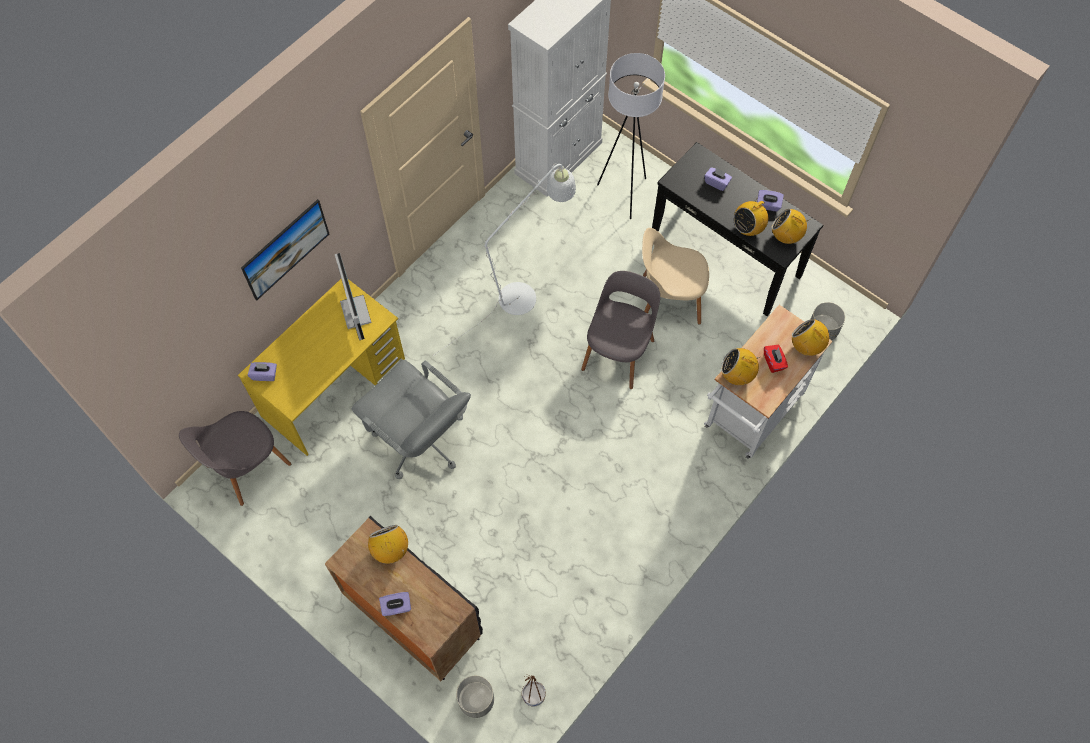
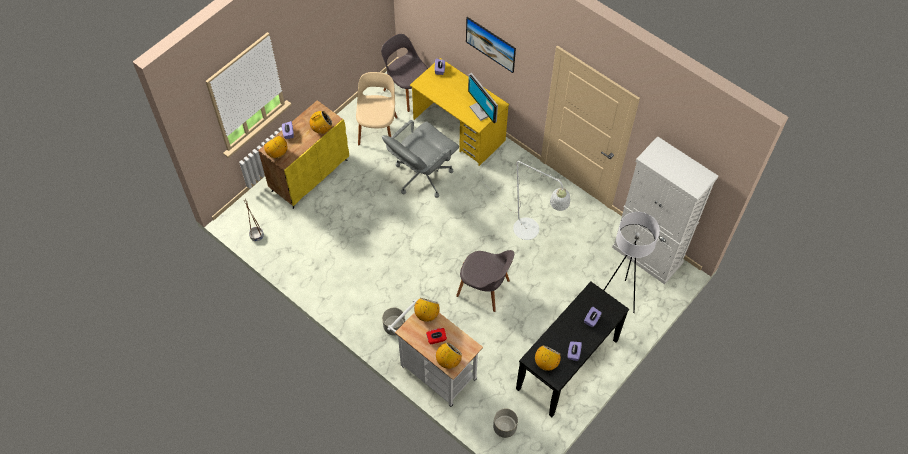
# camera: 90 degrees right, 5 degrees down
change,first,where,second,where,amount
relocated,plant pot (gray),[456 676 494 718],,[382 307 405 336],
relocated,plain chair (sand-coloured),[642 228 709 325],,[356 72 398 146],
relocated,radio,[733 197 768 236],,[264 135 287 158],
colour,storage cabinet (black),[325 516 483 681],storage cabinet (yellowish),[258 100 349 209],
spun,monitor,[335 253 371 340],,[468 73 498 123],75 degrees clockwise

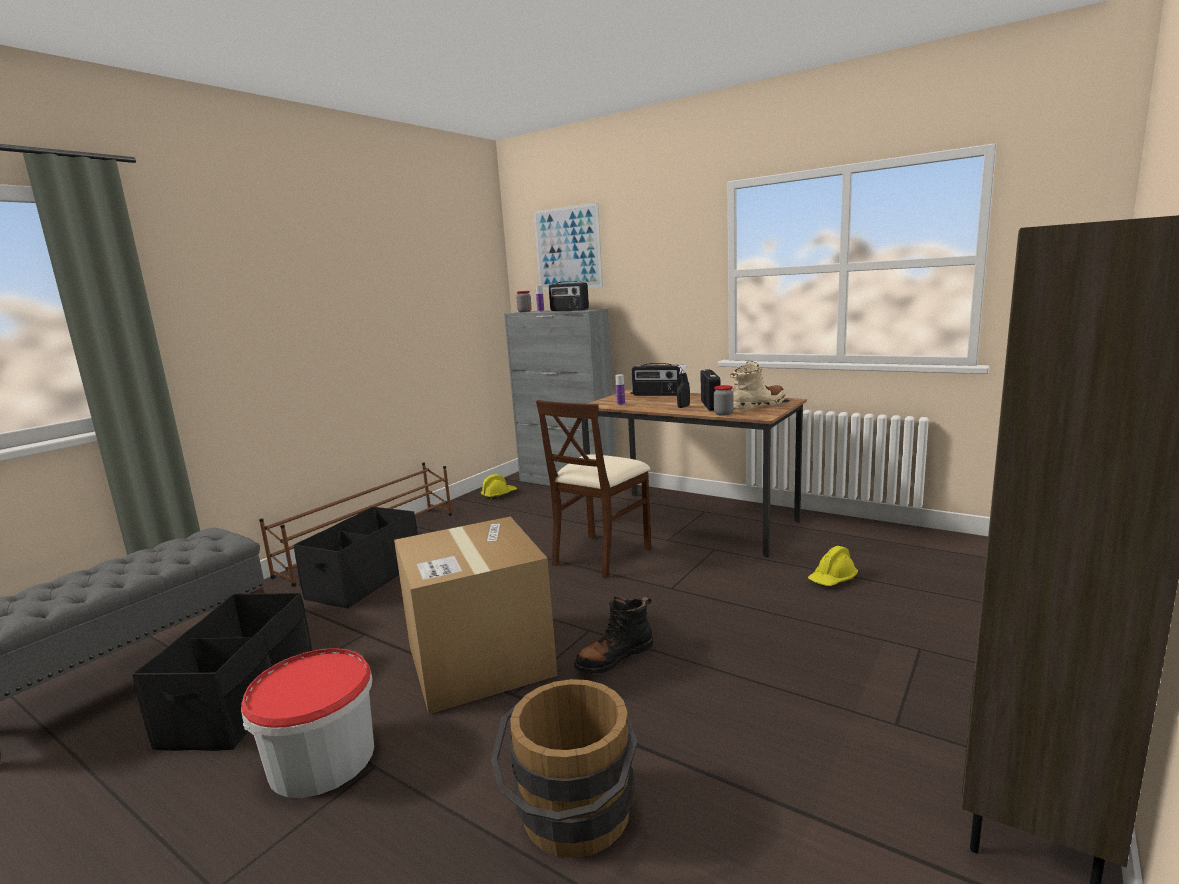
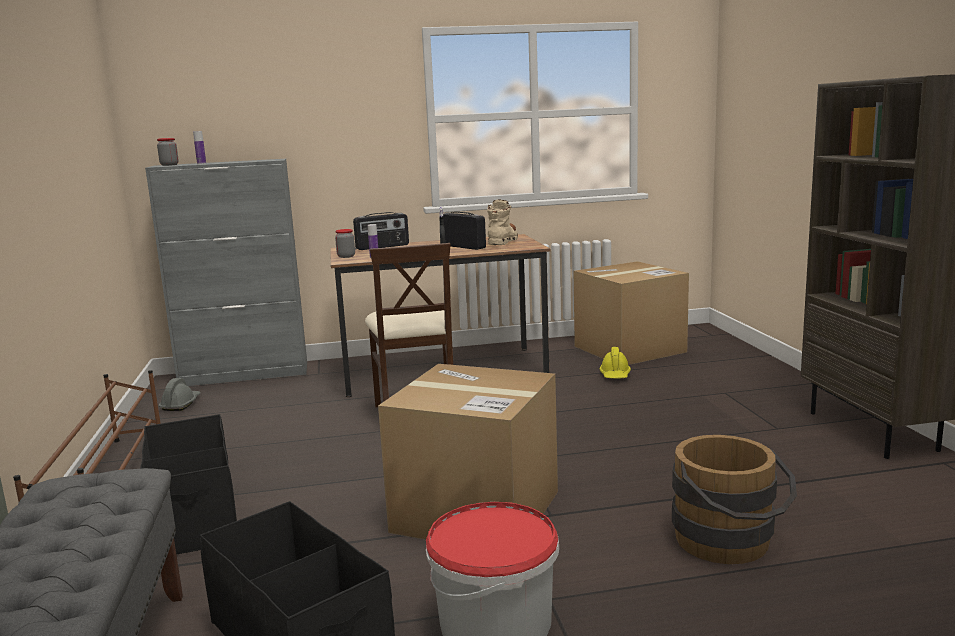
# camera: 45 degrees left, 0 degrees up
change,first,where,second,where,amount
missing,wall picture,[533 202 603 290],,,
missing,radio,[549 281 589 311],,,
missing,high-top boot (black),[574 596 653 674],,,
appeared,,,carton,[574 261 689 365],
relocated,preserve jar,[714 385 734 416],,[335 229 355 258],
colour,hard hat (yellowish),[481 474 517 500],hard hat (gray),[158 378 201 411],

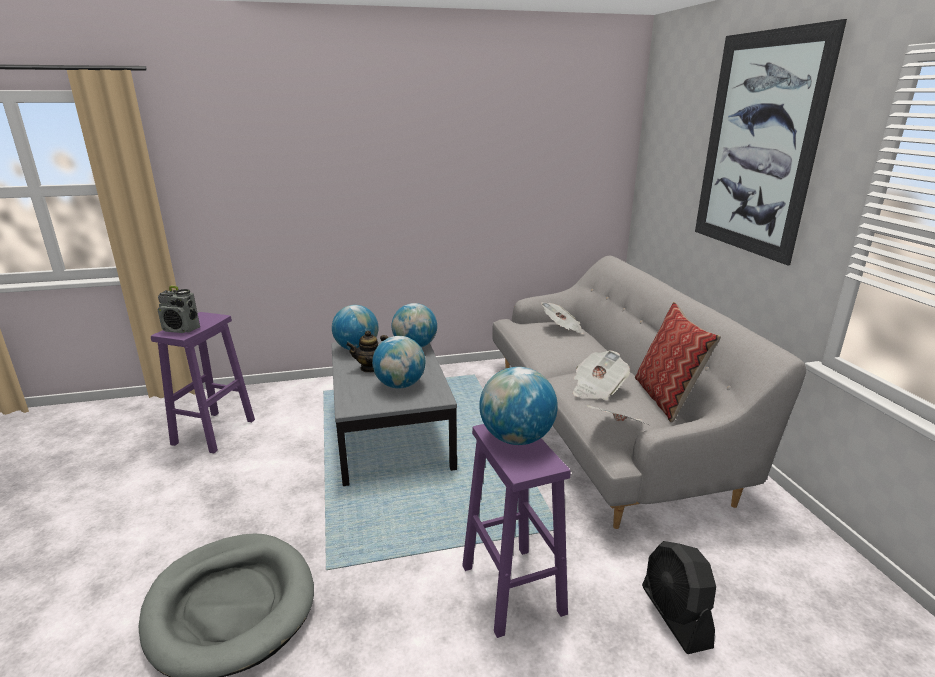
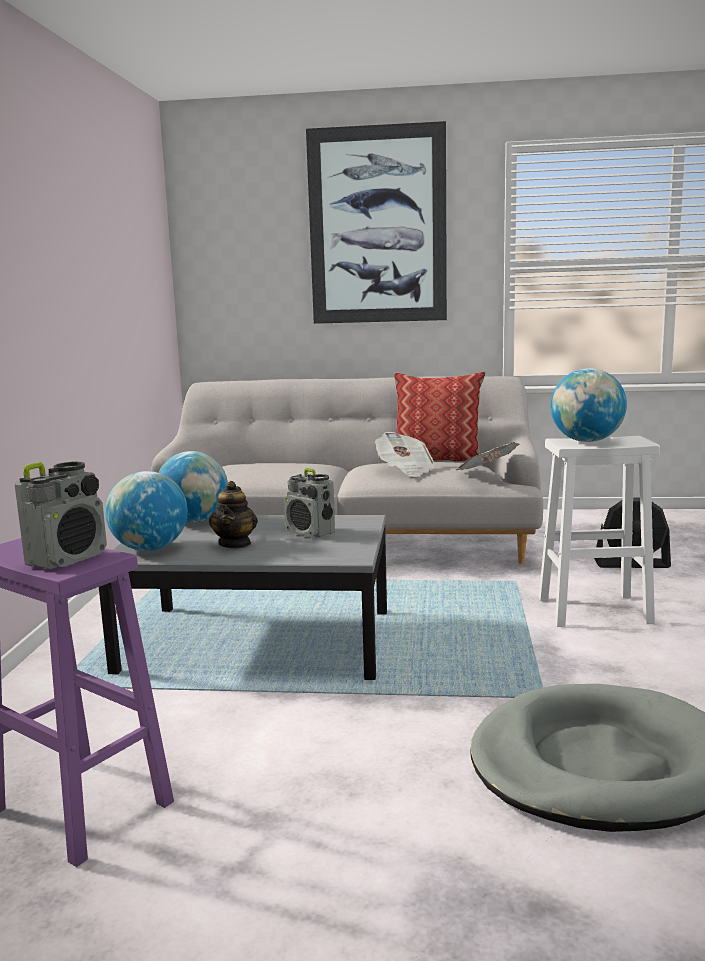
# camera: 70 degrees left, 10 degrees down
change,first,where,second,where,amount
missing,printed paper,[541 302 584 334],,,
exchanged,globe,[372 336 425 388],radio,[284 468 335 537],
colour,sitting stool (purplish),[462 424 570 638],sitting stool (whitish),[539 436 660 627],

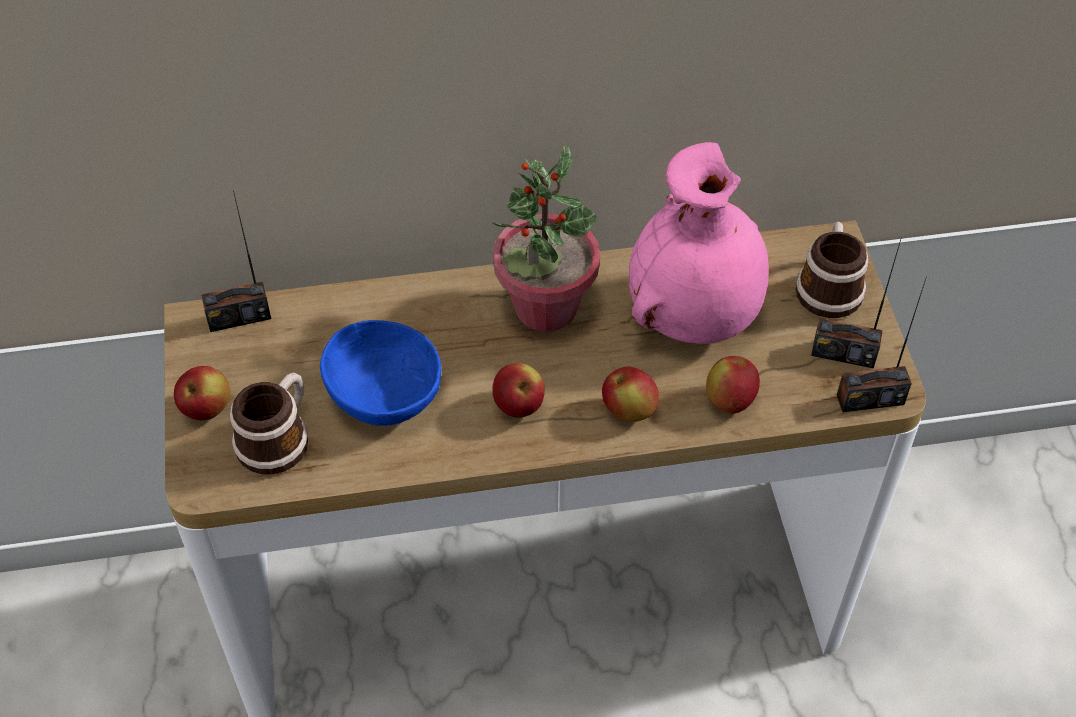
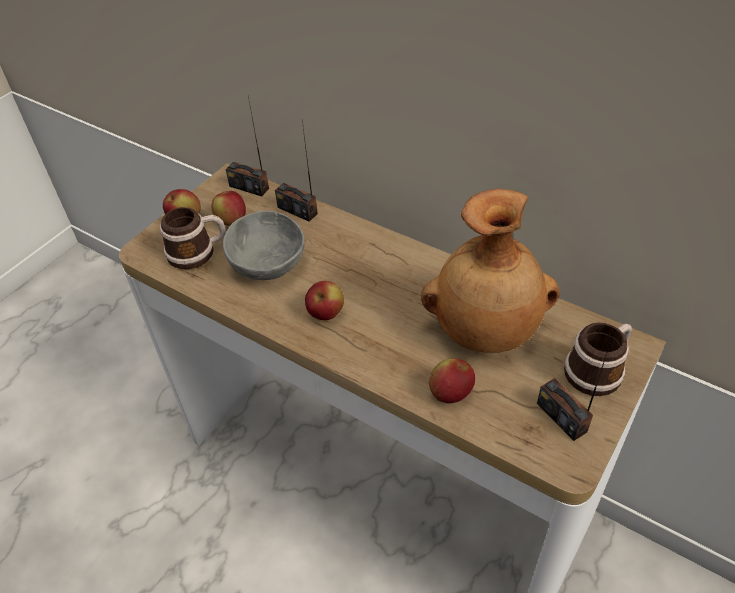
# camera: 45 degrees right, 5 degrees down
change,first,where,second,where,amount
missing,houseplant,[492 145 600 332],,,
relocated,apple,[602 367 659 422],,[212 191 246 226],
relocated,radio,[837 276 927 412],,[275 121 318 222],
colour,serving bowl (blue),[320 320 441 426],serving bowl (gray),[223 211 305 280],
colour,vase (pink-coloured),[629 142 769 344],vase (brown),[421 189 560 353],

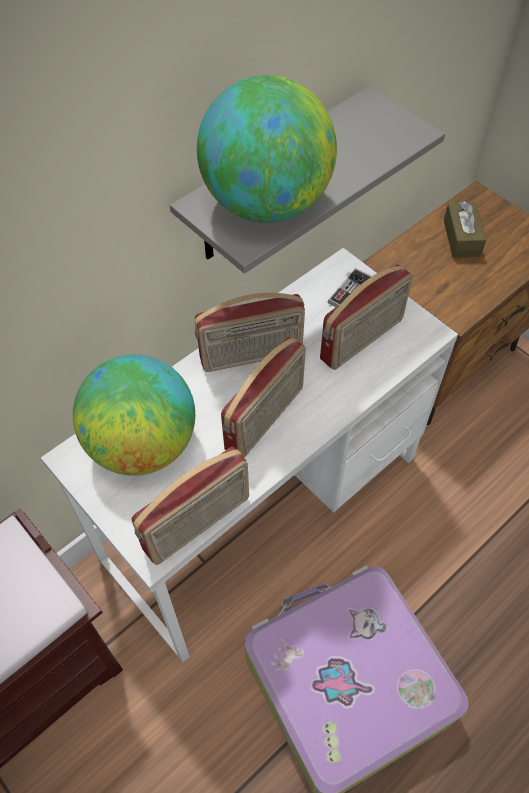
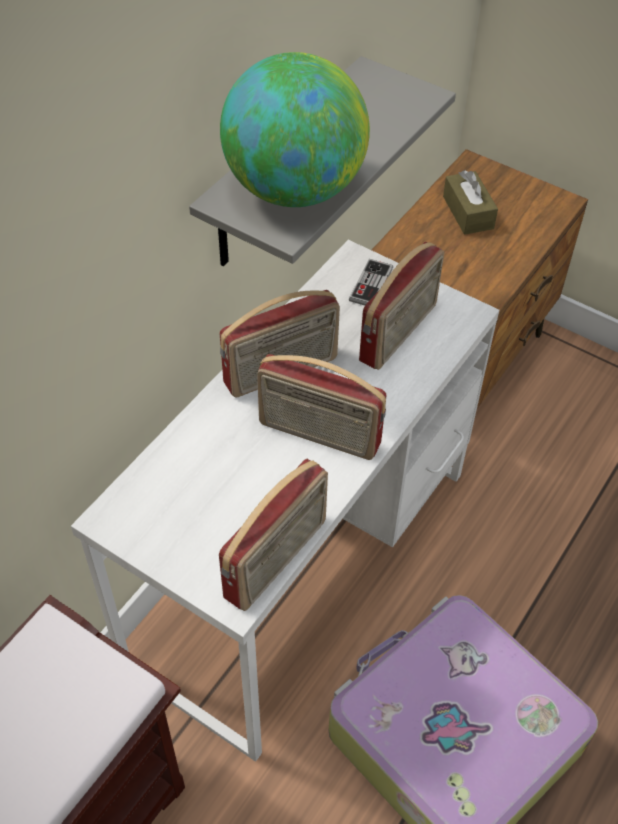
# camera: 15 degrees left, 5 degrees down
change,first,where,second,where,amount
missing,globe,[73 355 195 475],,,
spun,radio,[221 336 306 458],,[257 354 387 460],90 degrees clockwise

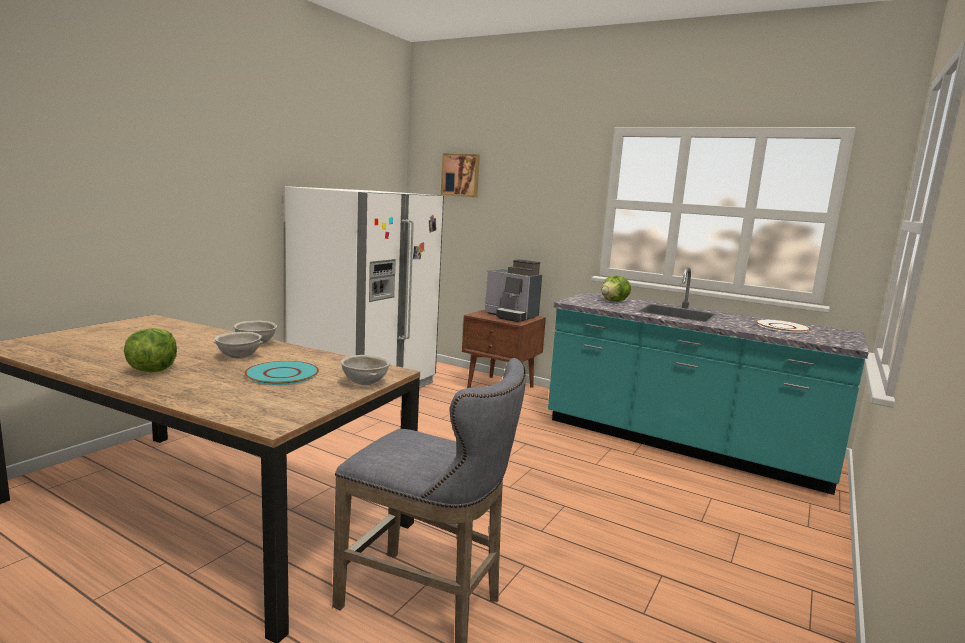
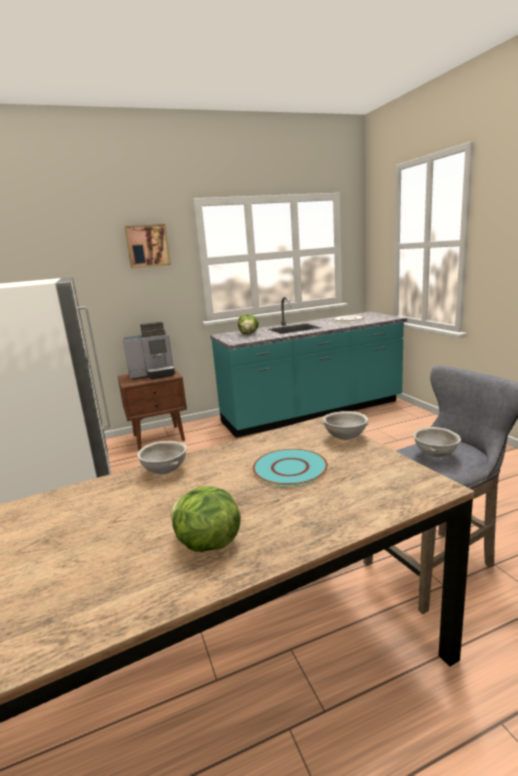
# camera: 50 degrees left, 5 degrees up
change,first,where,second,where,amount
relocated,serving bowl (gray),[214 332 263 359],,[414 427 461 457],
relocated,wall picture,[441 153 480 197],,[124 224 171 268],

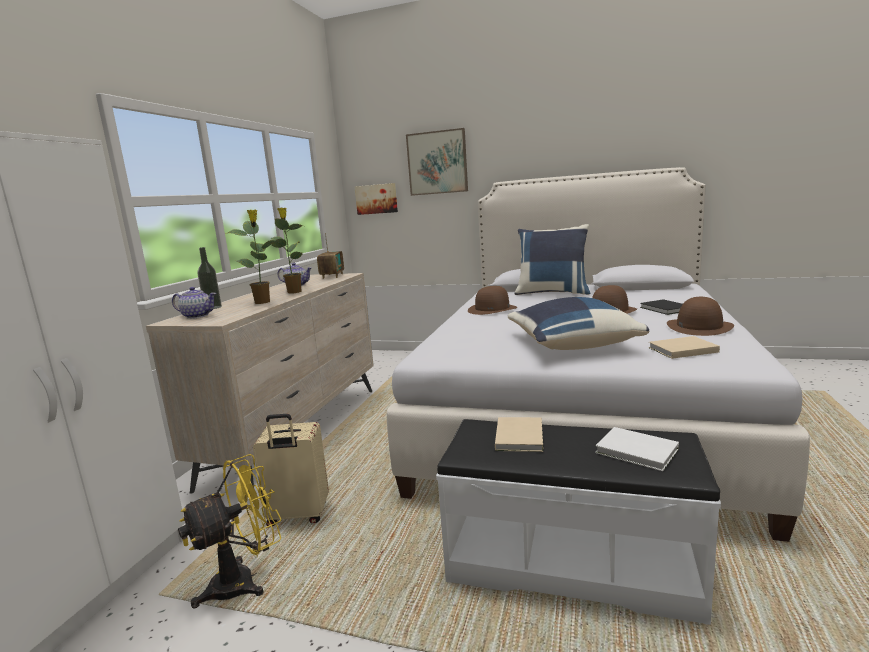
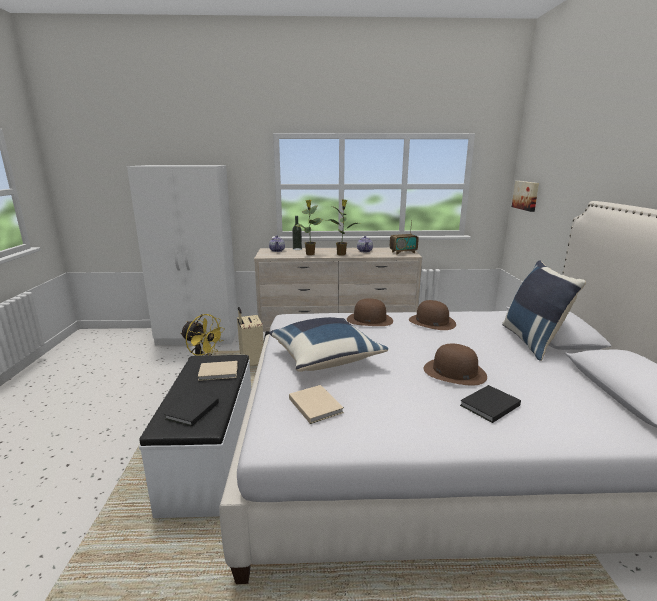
# camera: 70 degrees right, 5 degrees up
change,first,where,second,where,amount
missing,wall picture,[406 128 468 196],,,
relocated,hat (brown),[667 297 734 336],,[347 298 393 326],
colour,volume (whitish),[595 427 679 471],volume (black),[164 392 219 426],

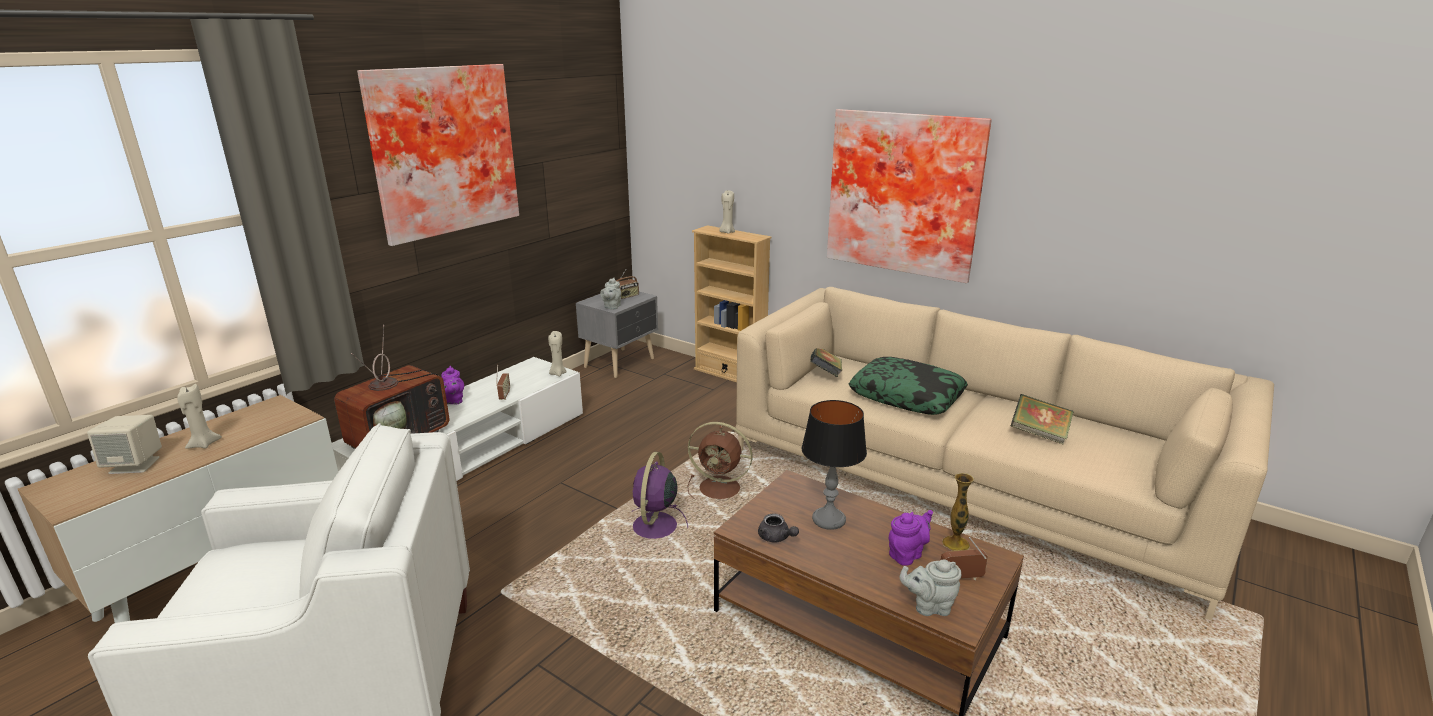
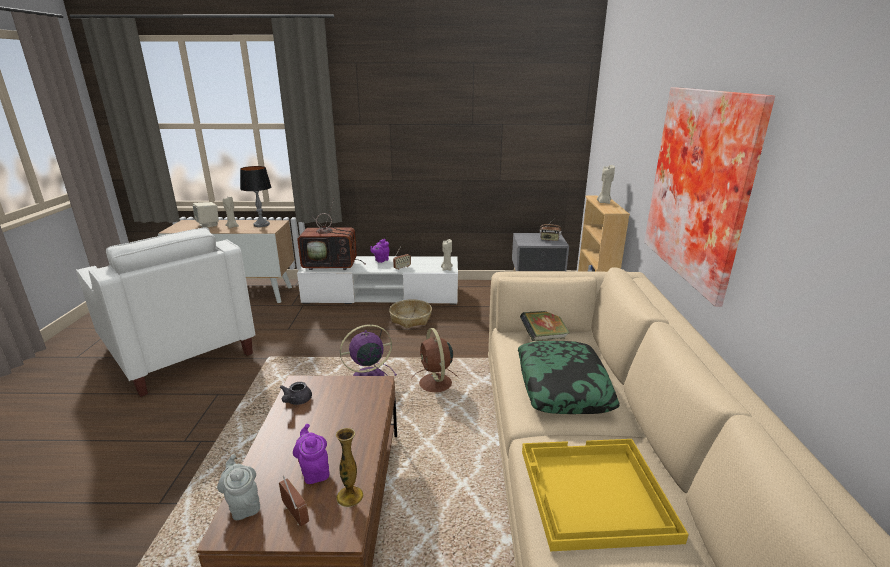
# camera: 55 degrees right, 0 degrees up
change,first,where,second,where,amount
missing,wall picture,[357 64 519 246],,,
missing,tea pot (gray),[600 278 621 310],,,
appeared,,,basket,[389 299 432 328],
relocated,table lamp,[801 400 867 530],,[240 166 272 227],
exchanged,volume,[1011 394 1074 444],tray (yellowish),[522 439 689 551],
spun,tea pot (purplish),[889 510 933 566],,[293 424 330 484],135 degrees counterclockwise

